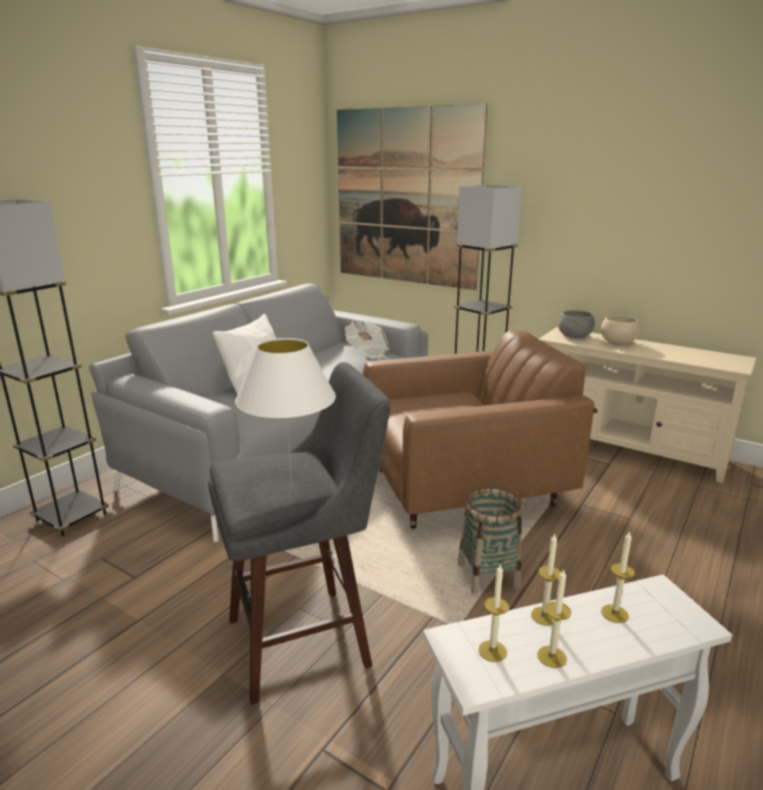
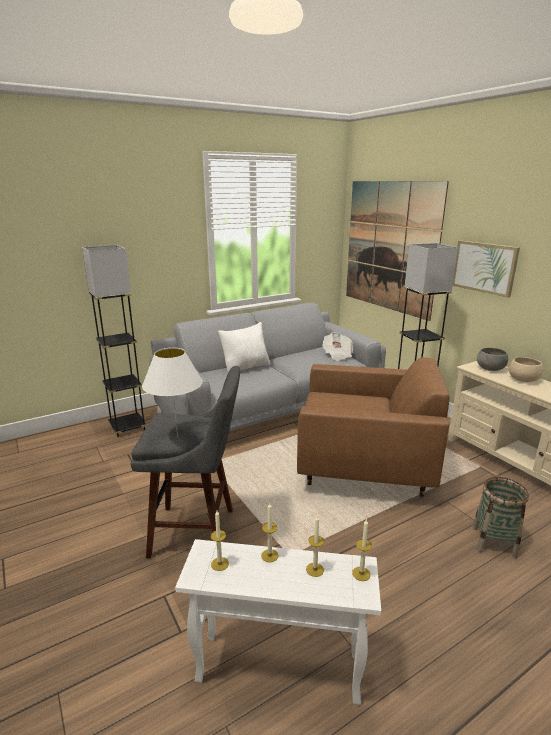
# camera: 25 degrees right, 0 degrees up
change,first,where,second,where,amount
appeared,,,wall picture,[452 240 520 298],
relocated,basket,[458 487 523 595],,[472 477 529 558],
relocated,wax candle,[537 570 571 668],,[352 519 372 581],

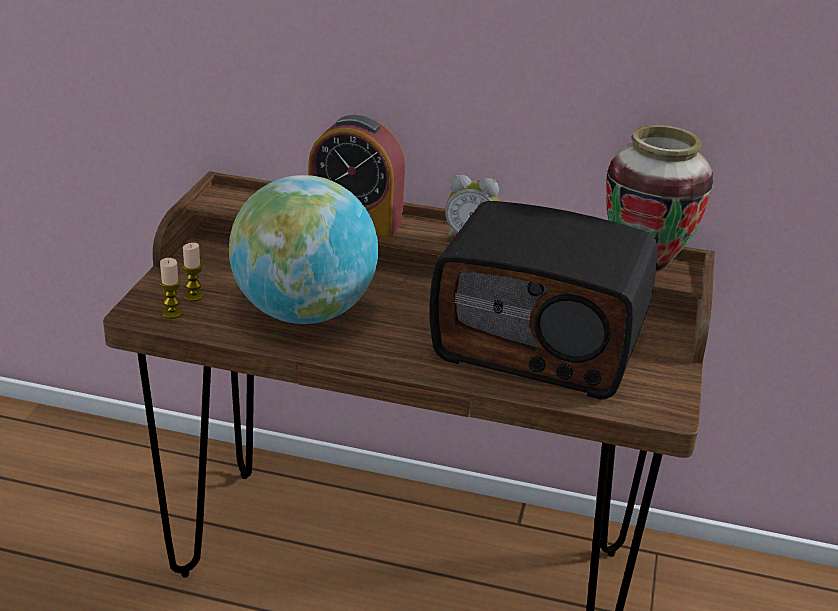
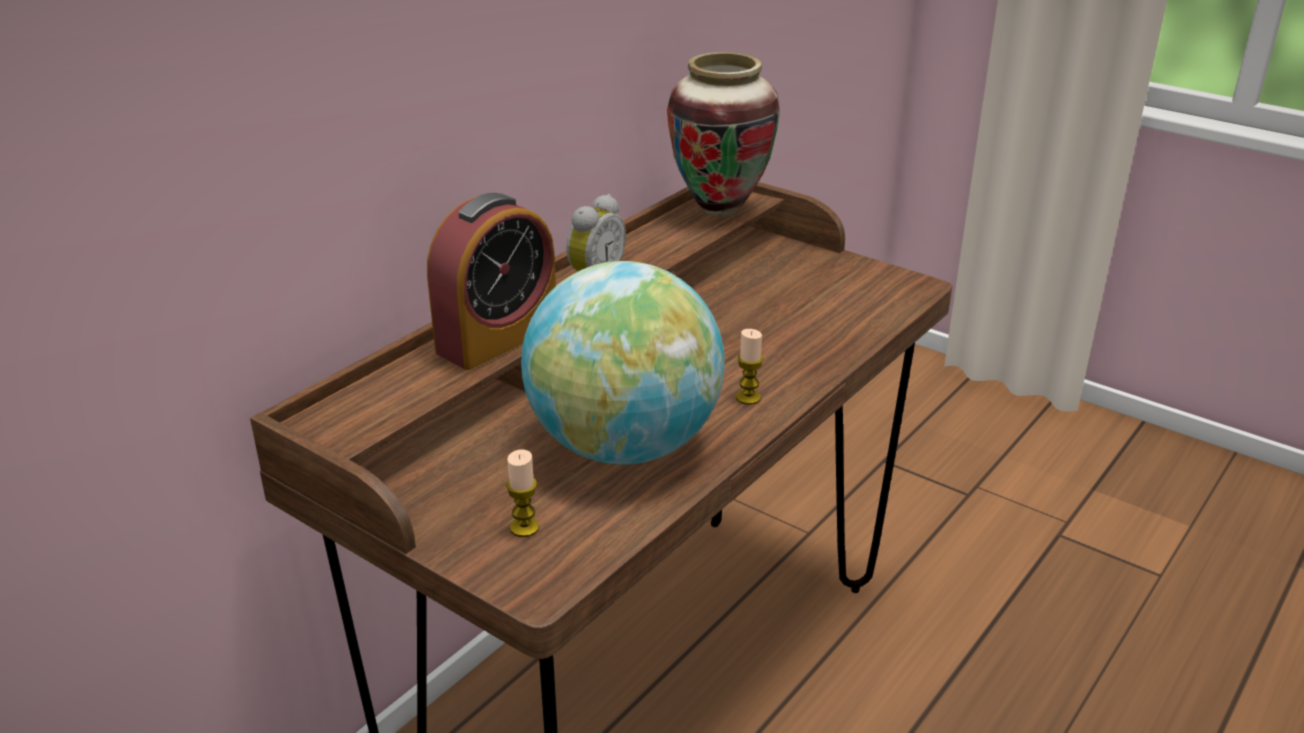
# camera: 65 degrees left, 0 degrees up
change,first,where,second,where,amount
missing,radio,[430 201 658 400],,,
relocated,wax candle,[159 258 183 319],,[736 329 764 405],

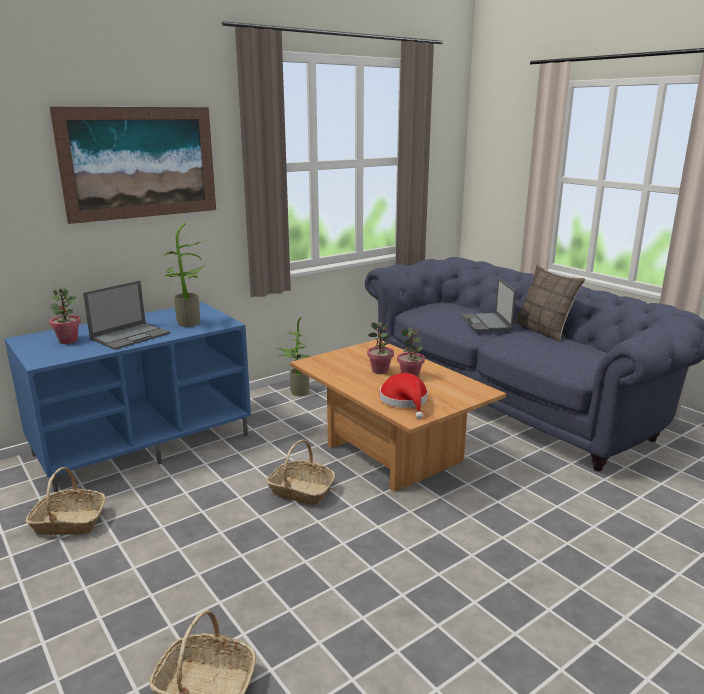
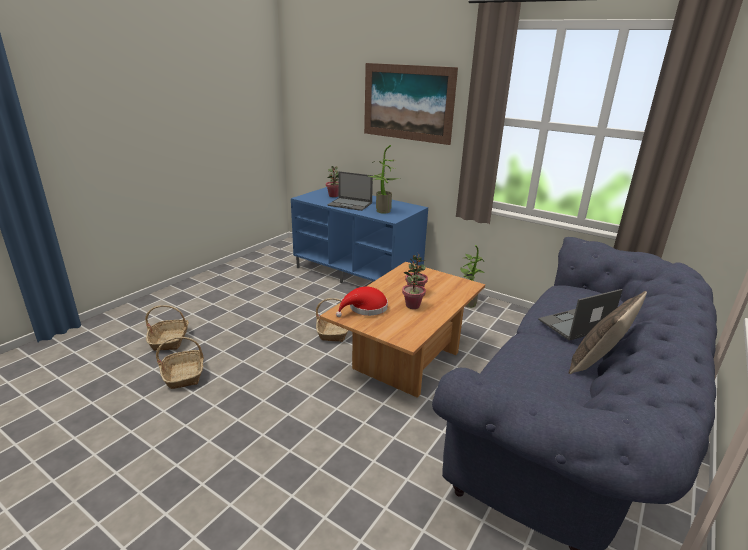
# camera: 70 degrees right, 5 degrees up
change,first,where,second,where,amount
relocated,basket,[26 467 106 535],,[156 337 204 389],

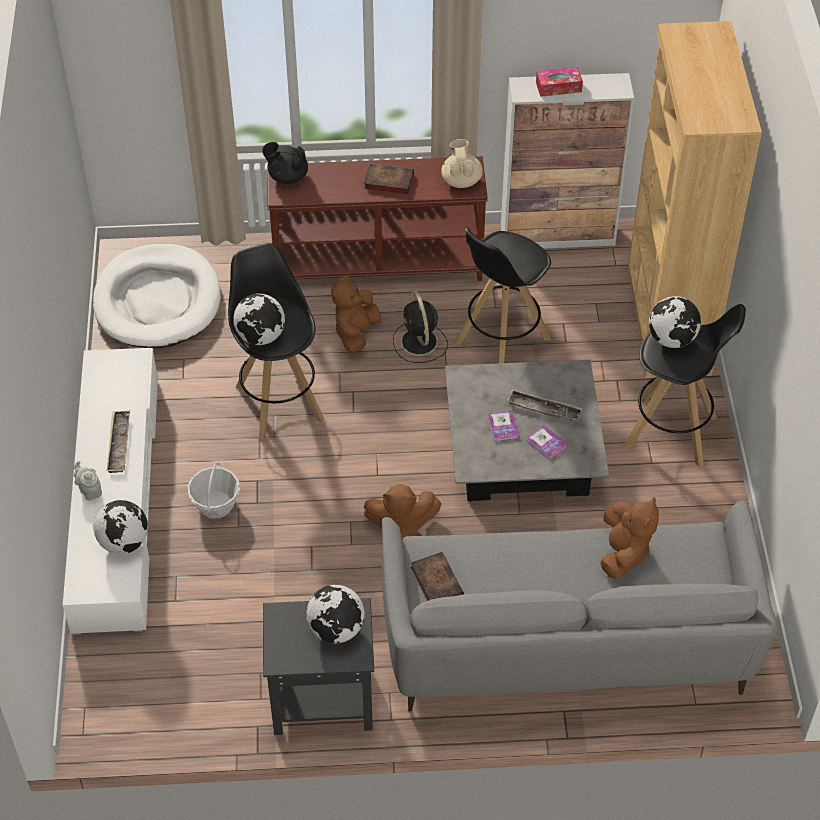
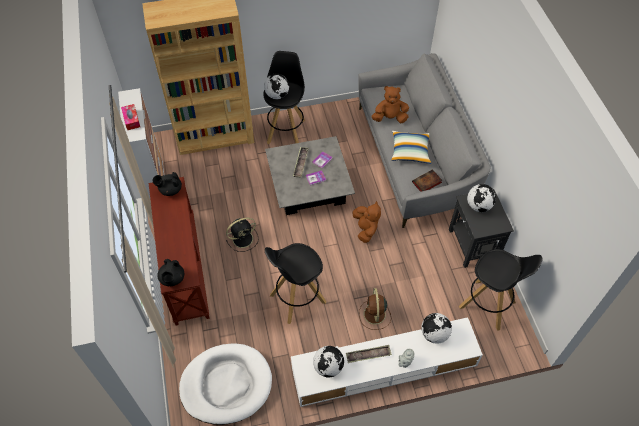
# camera: 100 degrees left, 5 degrees up
change,first,where,second,where,amount
missing,cuddly toy (brown),[331 275 382 353],,,
missing,volume,[364 163 414 194],,,
appeared,,,pillow,[391 131 431 164],
relocated,globe,[233 293 285 345],,[313 346 344 378],
relocated,sitting stool (black),[454 227 551 363],,[459 249 543 331],
exchanged,basket,[188 462 240 519],cooling fan (brown),[359 288 391 330],
colour,tea pot (sand-coloured),[441 139 483 188],tea pot (black),[153 172 182 196],

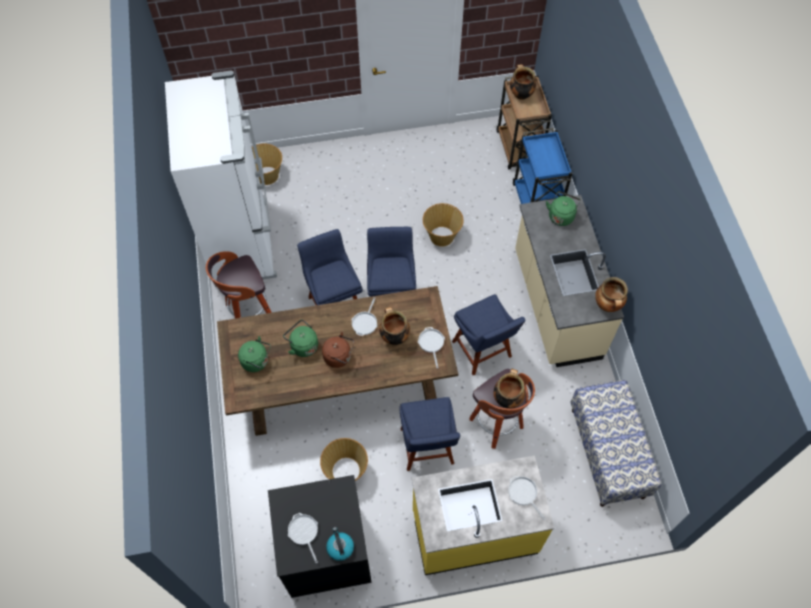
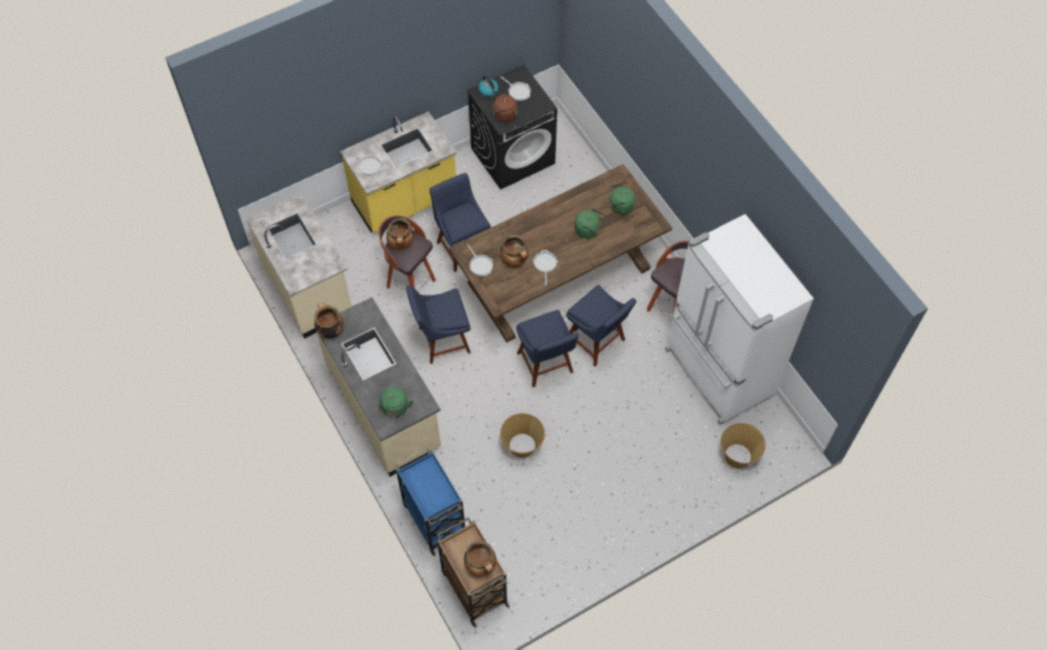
# camera: 160 degrees right, 0 degrees up
change,first,where,second,where,amount
missing,basket,[320 438 368 481],,,
relocated,water kettle (brown),[322 332 354 368],,[491 93 517 122],
exchanged,long seat,[570 380 662 507],kitchen counter (sand-coloured),[246 193 352 339],
spun,plain chair (blue),[452 294 526 375],,[406 285 471 364],60 degrees counterclockwise

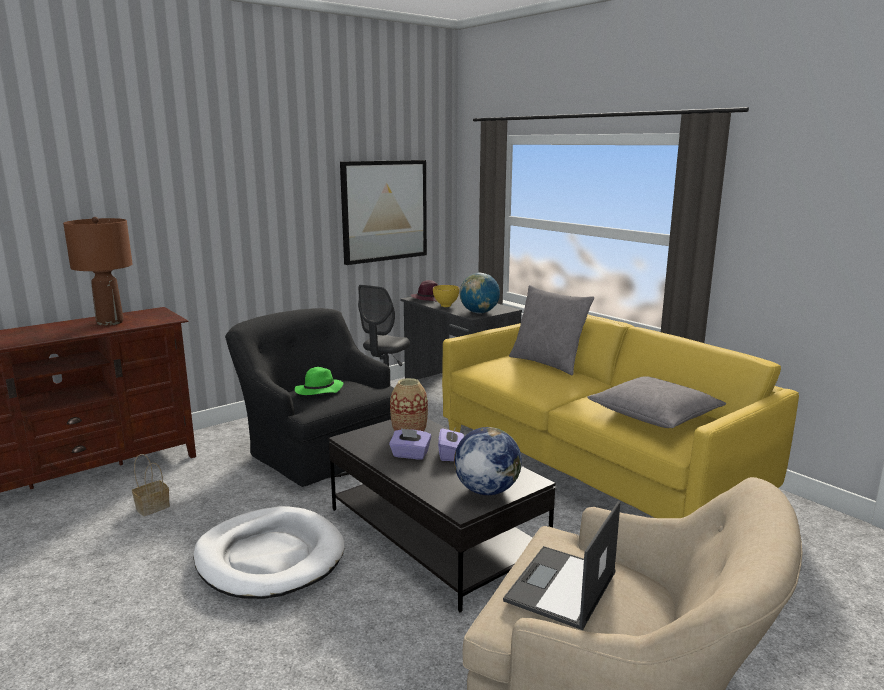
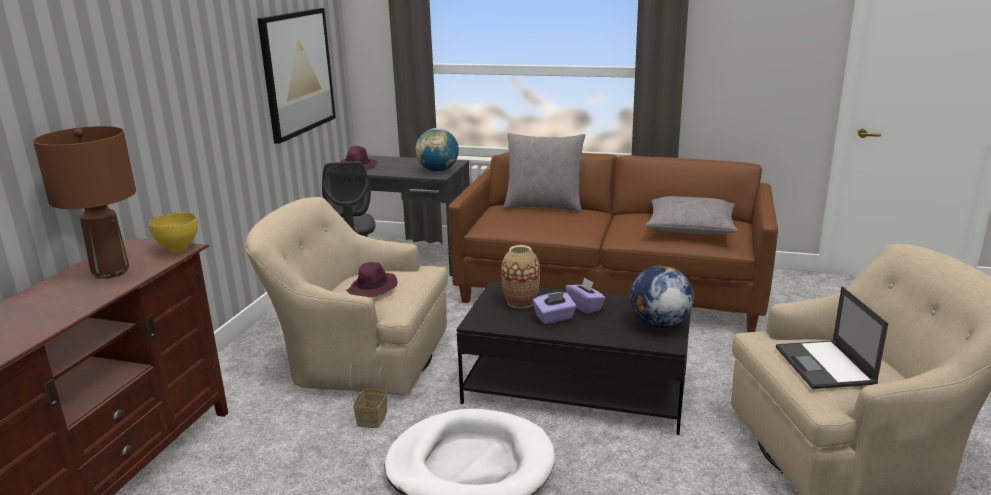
# camera: 35 degrees left, 5 degrees up
change,first,where,second,where,amount
relocated,basket,[132 454 170 516],,[350 365 387 428],
relocated,serving bowl (yellowish),[433 285 459 307],,[148 212 198 253],
colour,easy chair (black),[225 308 394 487],easy chair (sand-coloured),[245 197 448 395],
colour,hat (green-coloured),[295 367 343 395],hat (purplish),[346 262 398 297],
colour,sofa (yellowish),[442 315 799 518],sofa (brown),[449 152 778 332],

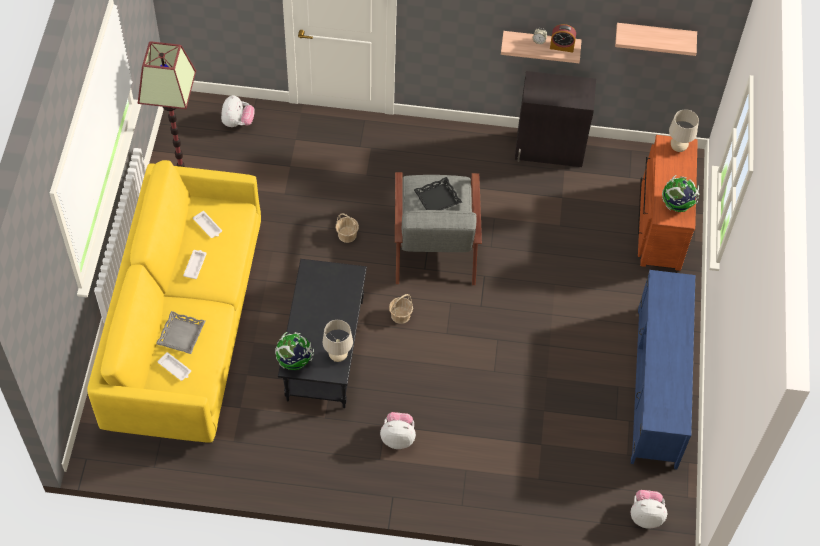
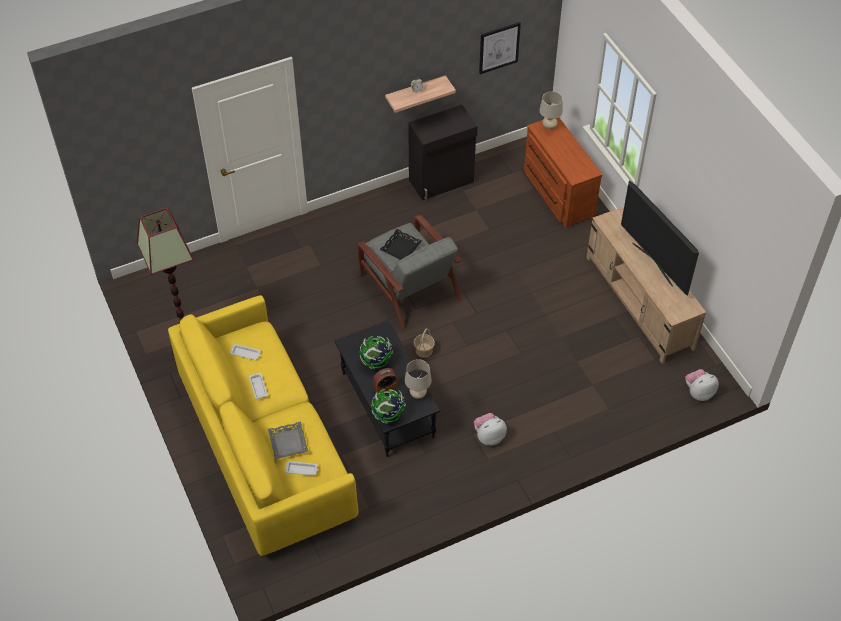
# camera: 30 degrees left, 5 degrees down
change,first,where,second,where,amount
missing,cuddly toy,[221 95 255 127],,,
missing,basket,[336 213 359 243],,,
appeared,,,TV,[621 180 699 296],
relocated,bedside clock,[550 24 576 53],,[373 368 398 394],
relocated,globe,[662 175 700 212],,[360 336 393 369],
exchanged,bracket shelf,[615 23 697 56],wall picture,[479 22 521 74],
colour,tv unit (blue),[631 270 695 469],tv unit (sand-coloured),[586 206 706 364],

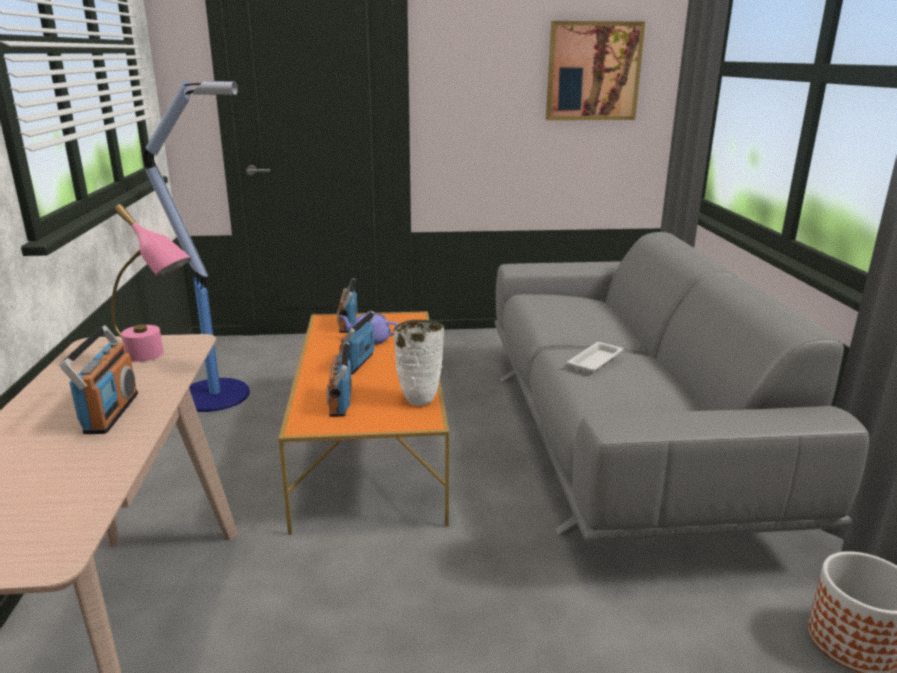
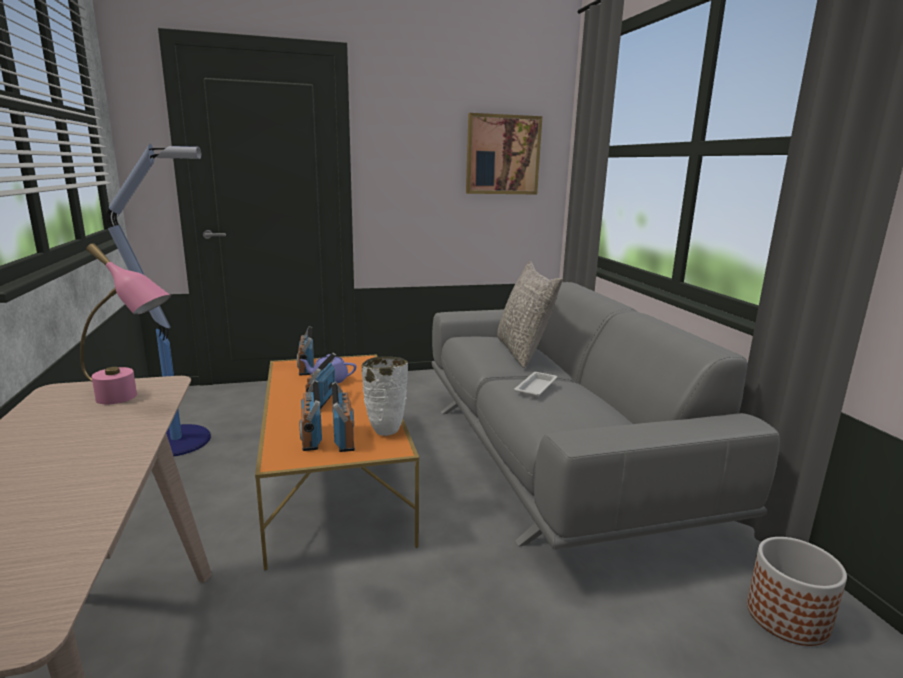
# camera: 10 degrees left, 5 degrees down
change,first,where,second,where,amount
appeared,,,pillow (gray),[497 261 563 368],
relocated,radio,[59 325 138 434],,[332 381 355 452],

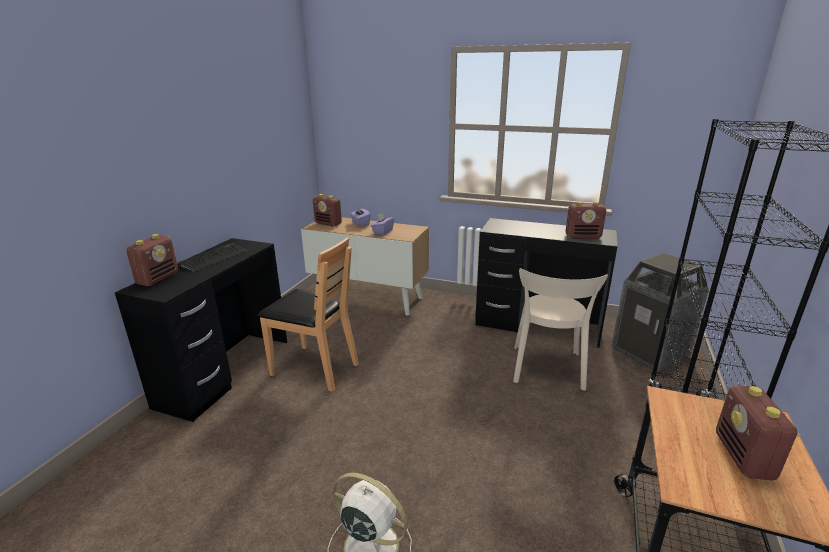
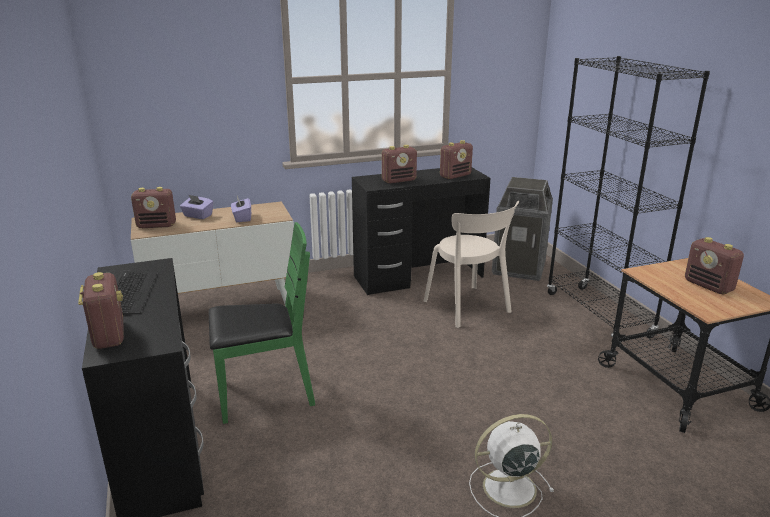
# camera: 40 degrees left, 0 degrees up
change,first,where,second,where,amount
appeared,,,radio,[382 145 417 184],
colour,plain chair (brown),[257 237 359 391],plain chair (green-coloured),[209 222 315 424],

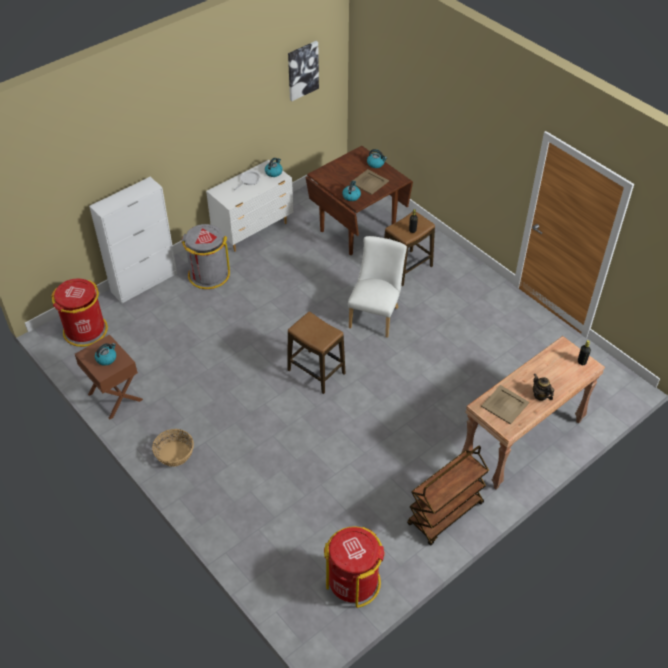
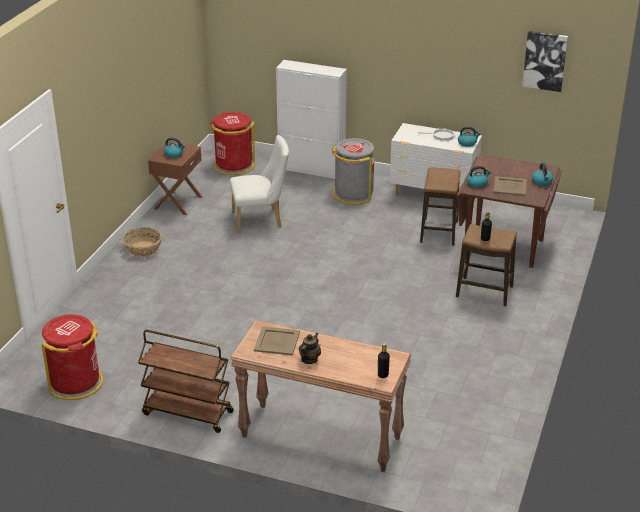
# camera: 60 degrees right, 15 degrees down
change,first,where,second,where,amount
relocated,sitting stool,[287 312 345 394],,[420 167 460 246],
relocated,plain chair (whitish),[348 236 407 338],,[230 135 289 233],

